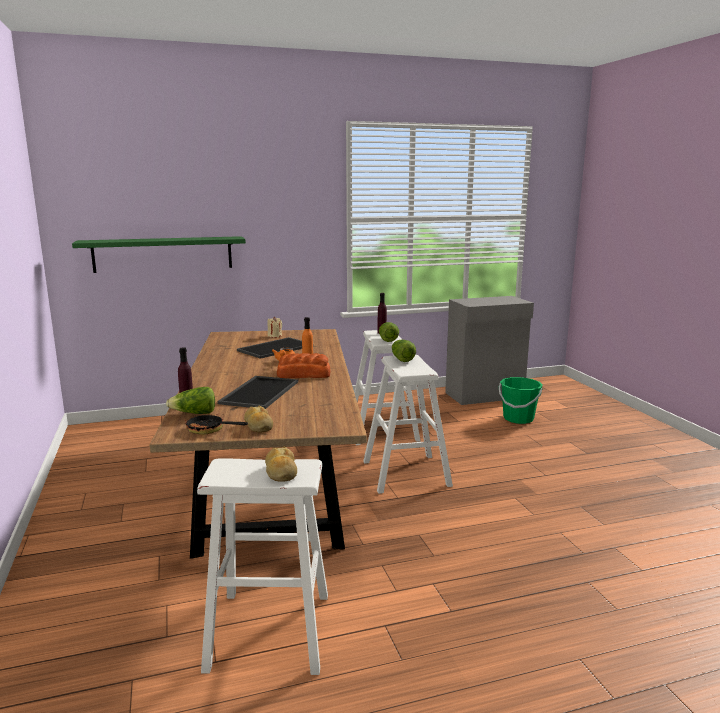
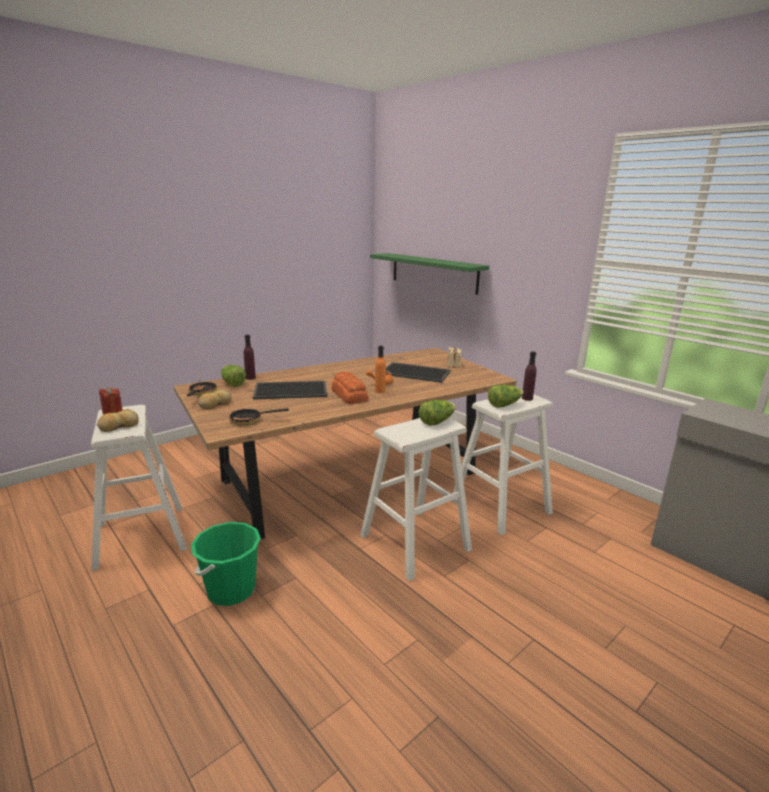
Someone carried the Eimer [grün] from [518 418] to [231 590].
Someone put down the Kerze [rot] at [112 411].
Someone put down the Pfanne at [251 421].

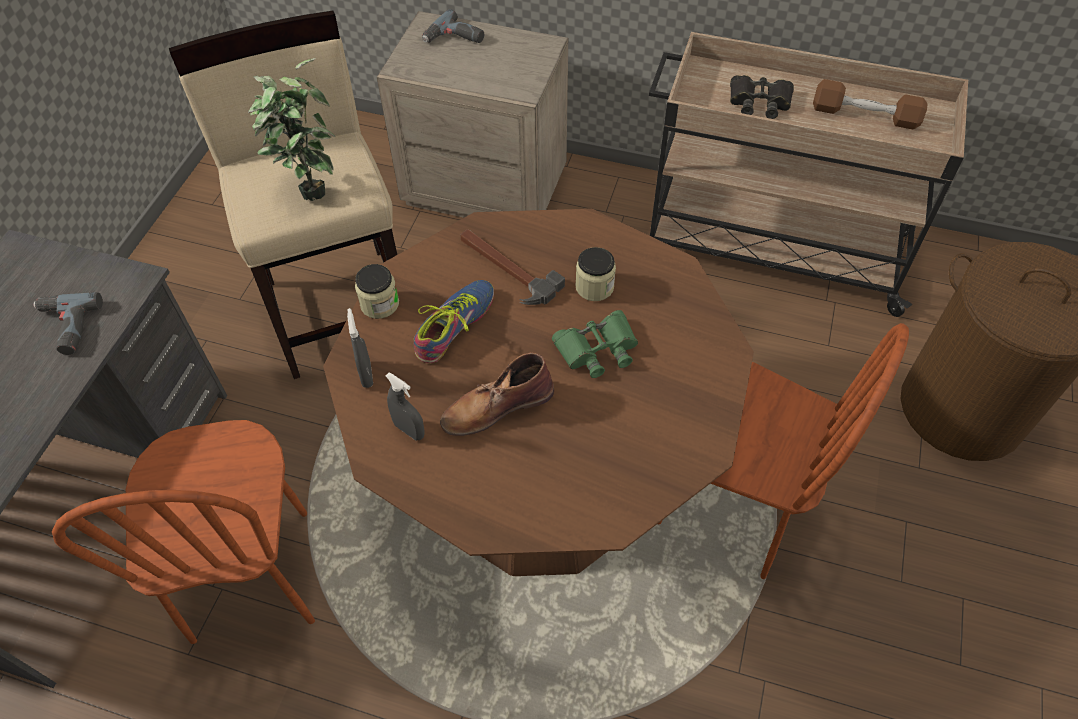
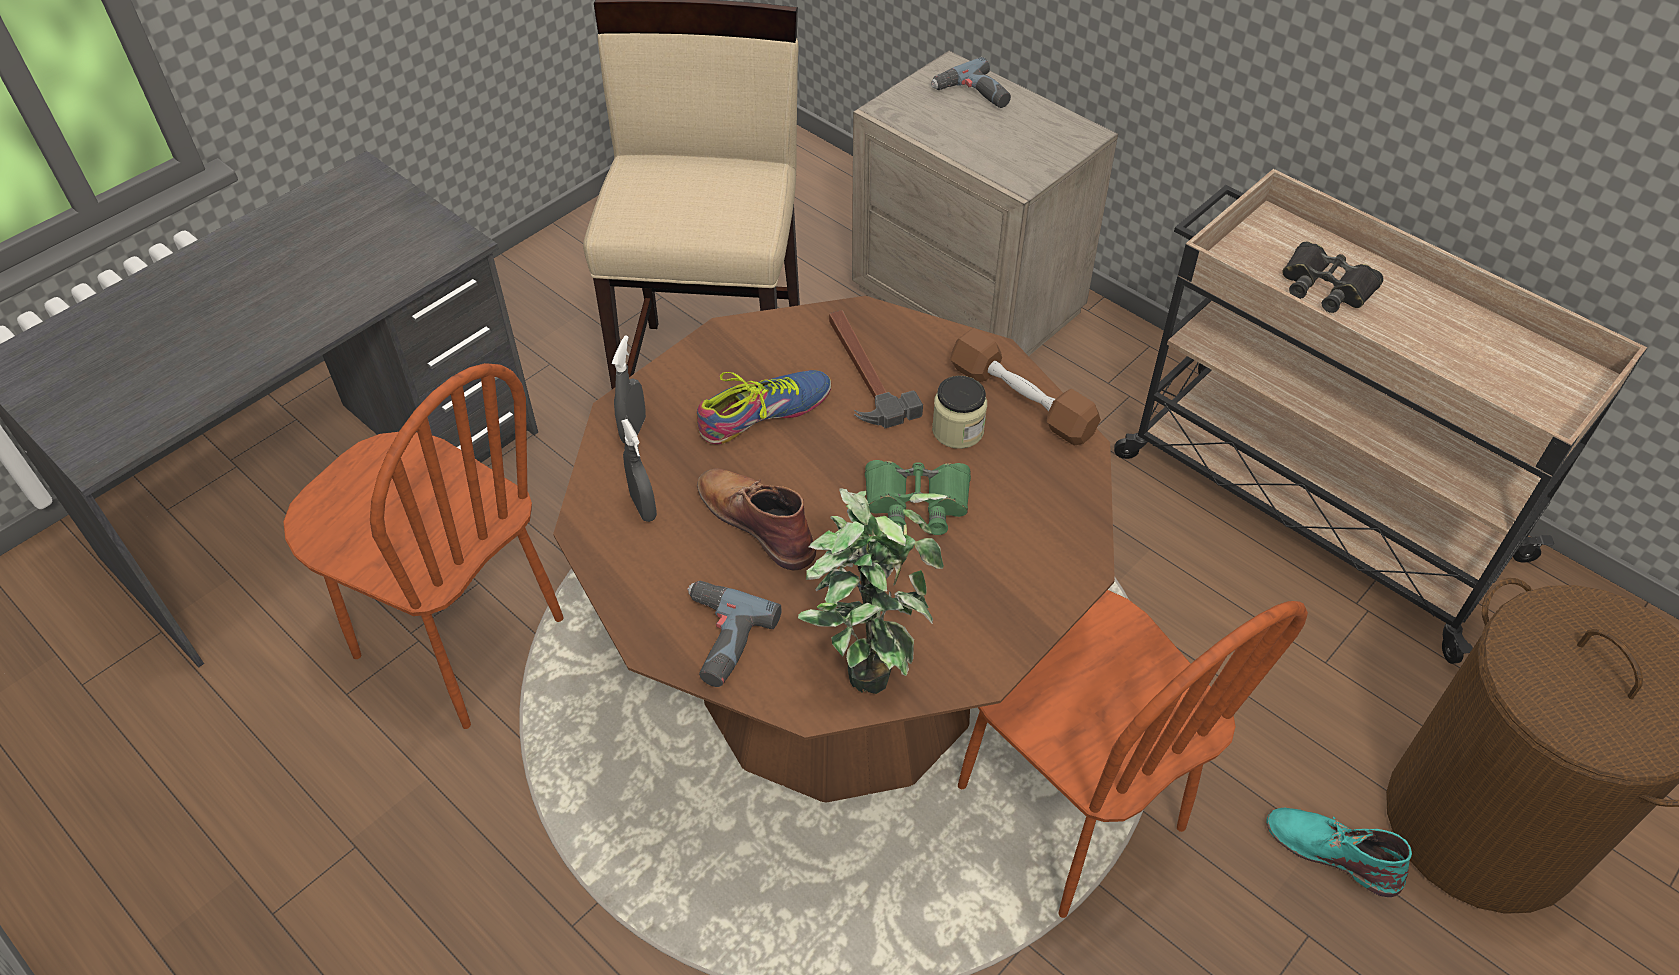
Someone carried the Topfpflanze from [309 185] to [868 657].
Someone carried the Hantel [braun] from [865 115] to [1021 401].
Someone took away the Vorratsglas at [379 304].
Someone carried the Bohrmaschine from [64 328] to [717 639].
Someone rotated the Stiefel [braun] at [496 406] by 45 degrees clockwise.
Someone rotated the Stuhl [braun] at [252 575] by 75 degrees counterclockwise.
Someone put down the Stiefel [türkis] at [1332 851].

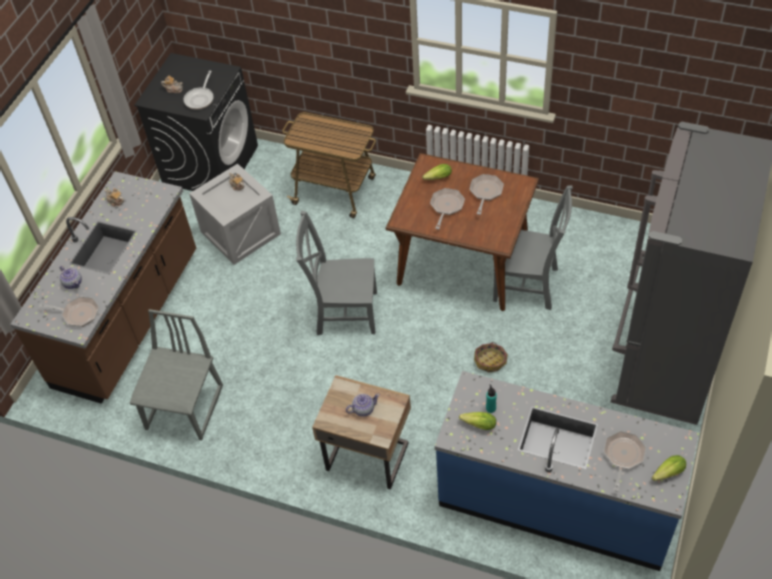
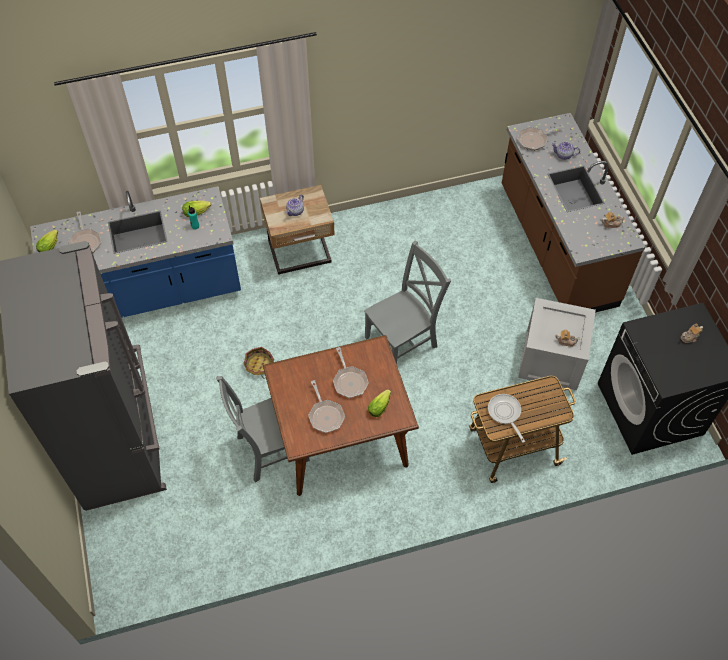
Someone carried the Pfanne from [200 98] to [505 413].
Someone took away the Stuhl [grau] at [185 408].

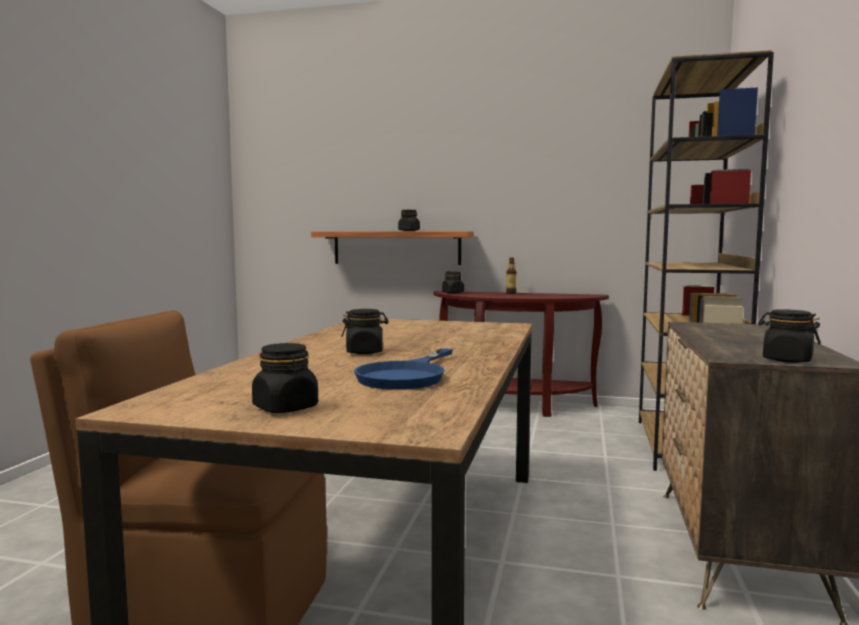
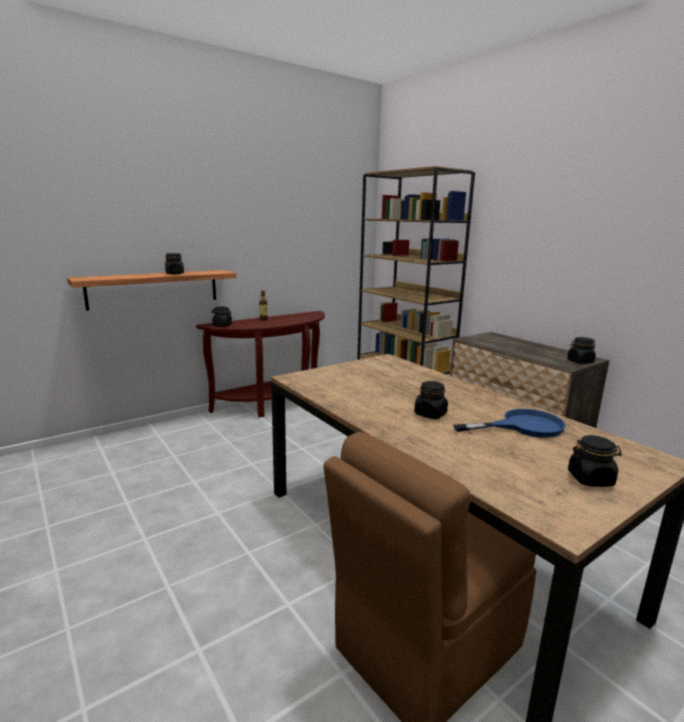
Someone rotated the Pfanne [blau] at [407 375] by 75 degrees counterclockwise.

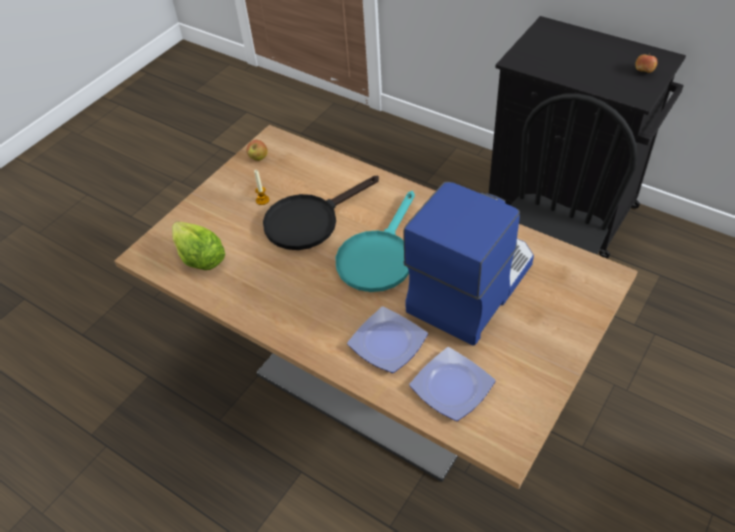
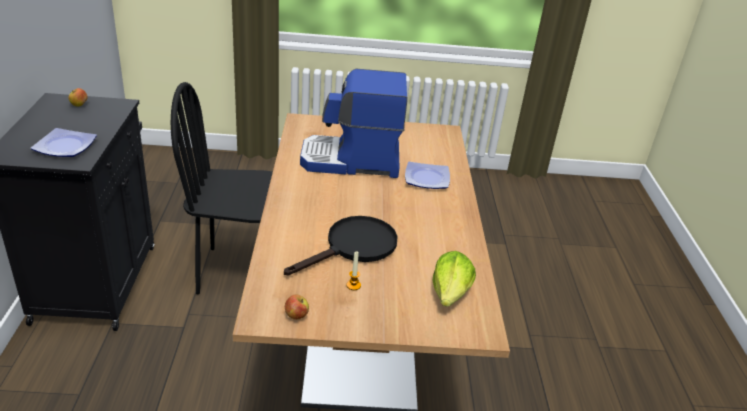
Someone rotated the Pfanne [schwarz] at [310 220] by 60 degrees counterclockwise.
Someone took away the Pfanne [türkis] at [378 256].
Someone carried the Teller from [450 387] to [65 147].

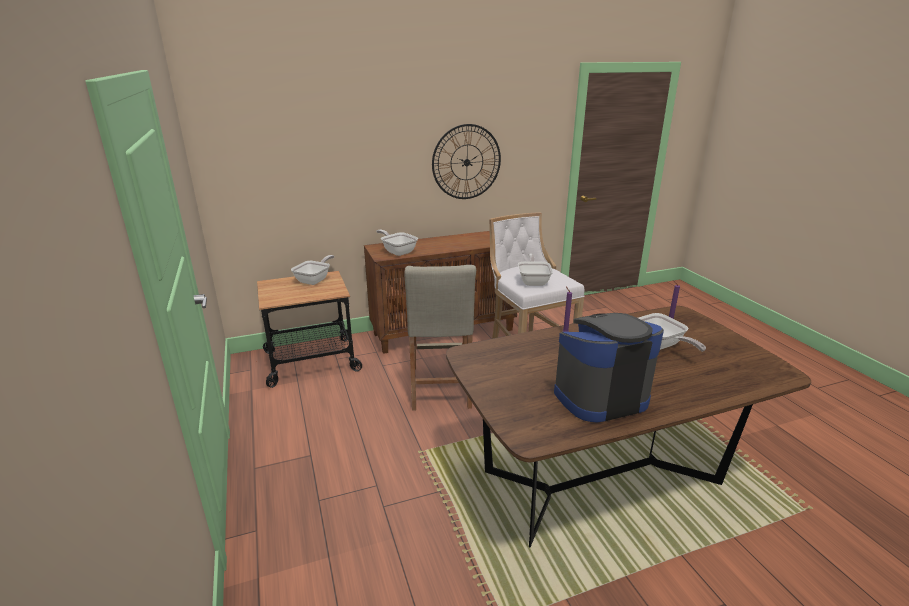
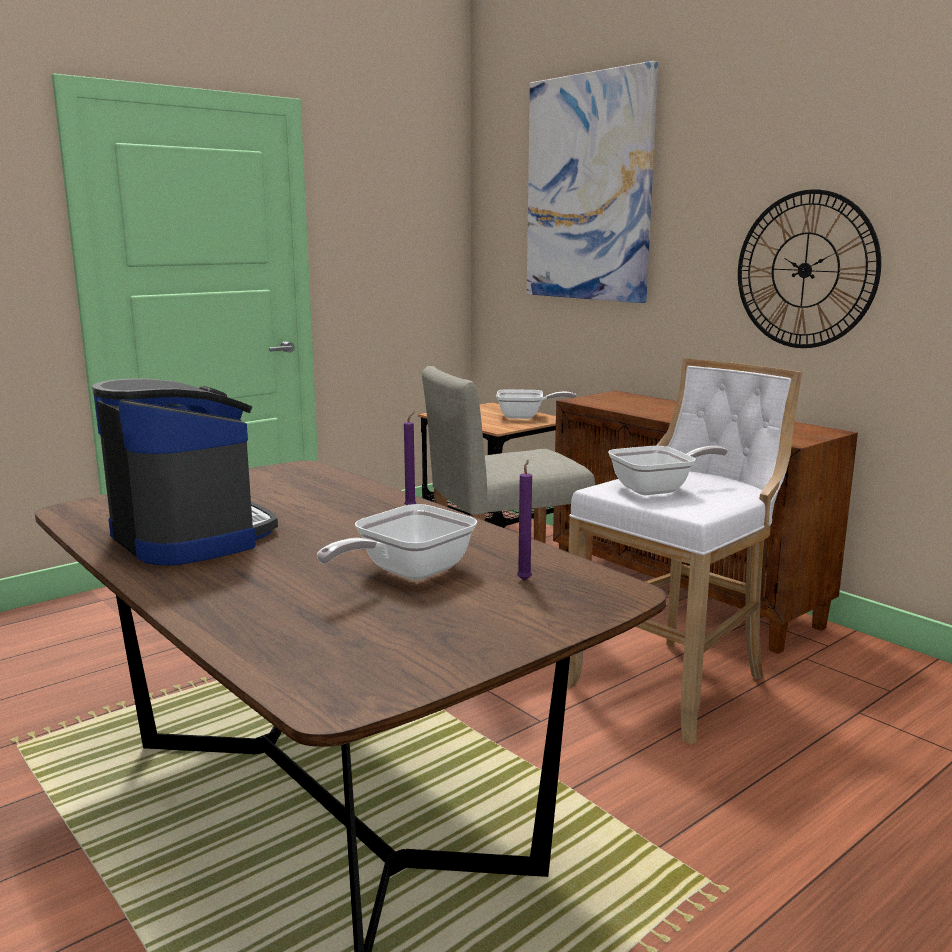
Someone took away the Pfanne at [397 251].
Someone put up the Bild at [589 189].

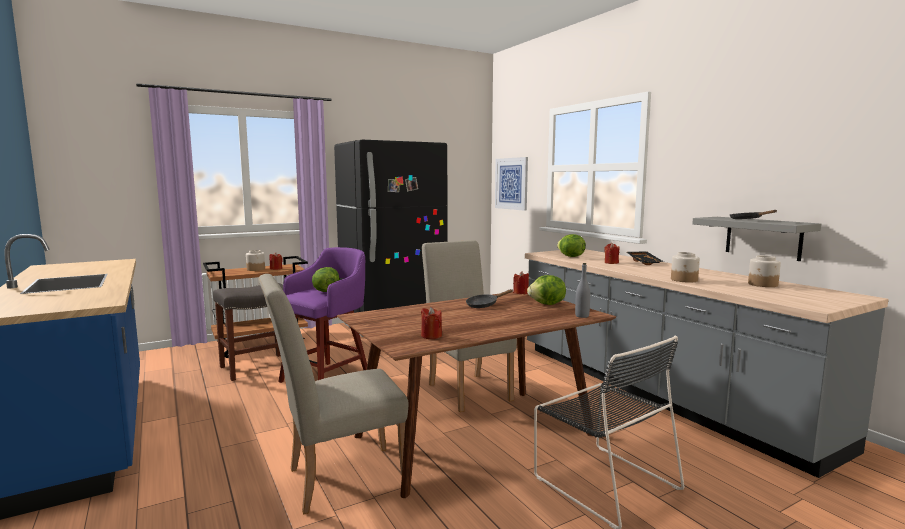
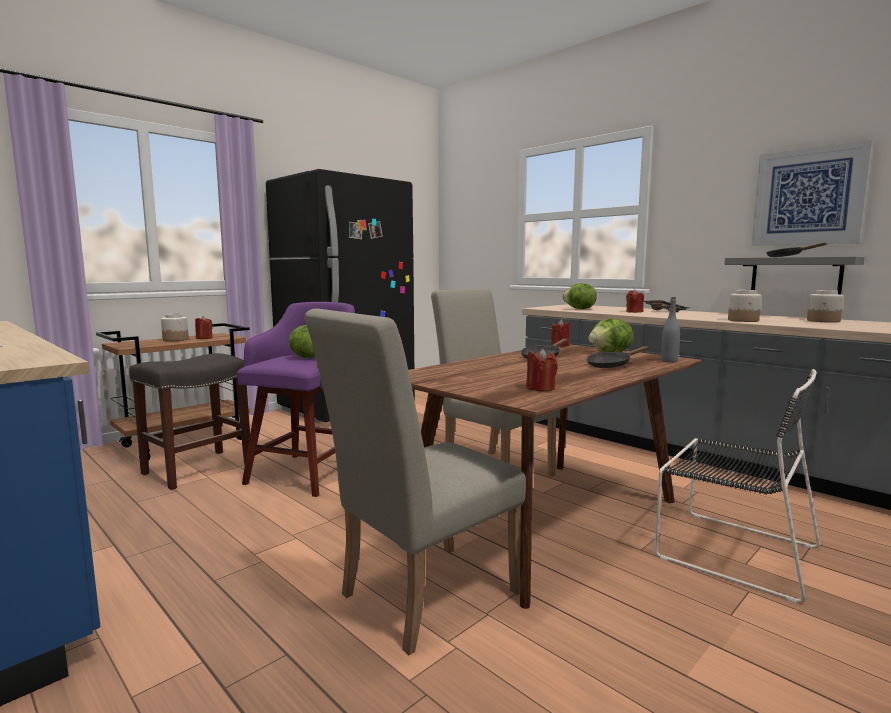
Someone carried the Bild from [511 183] to [808 197].
Someone put down the Pfanne [schwarz] at [612 365].

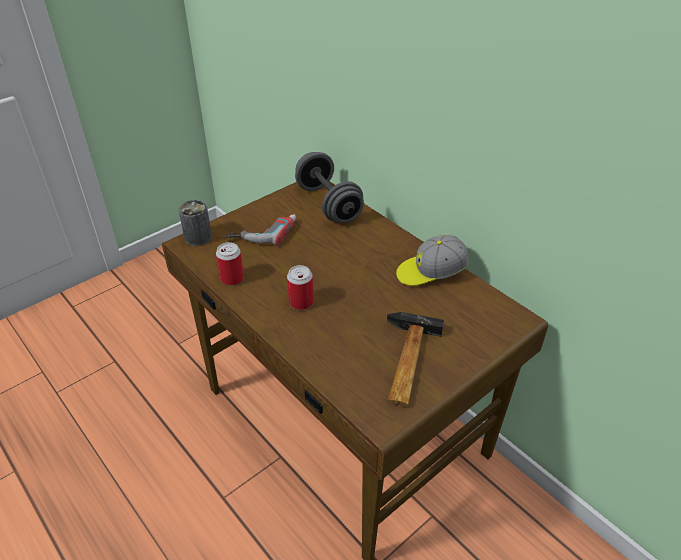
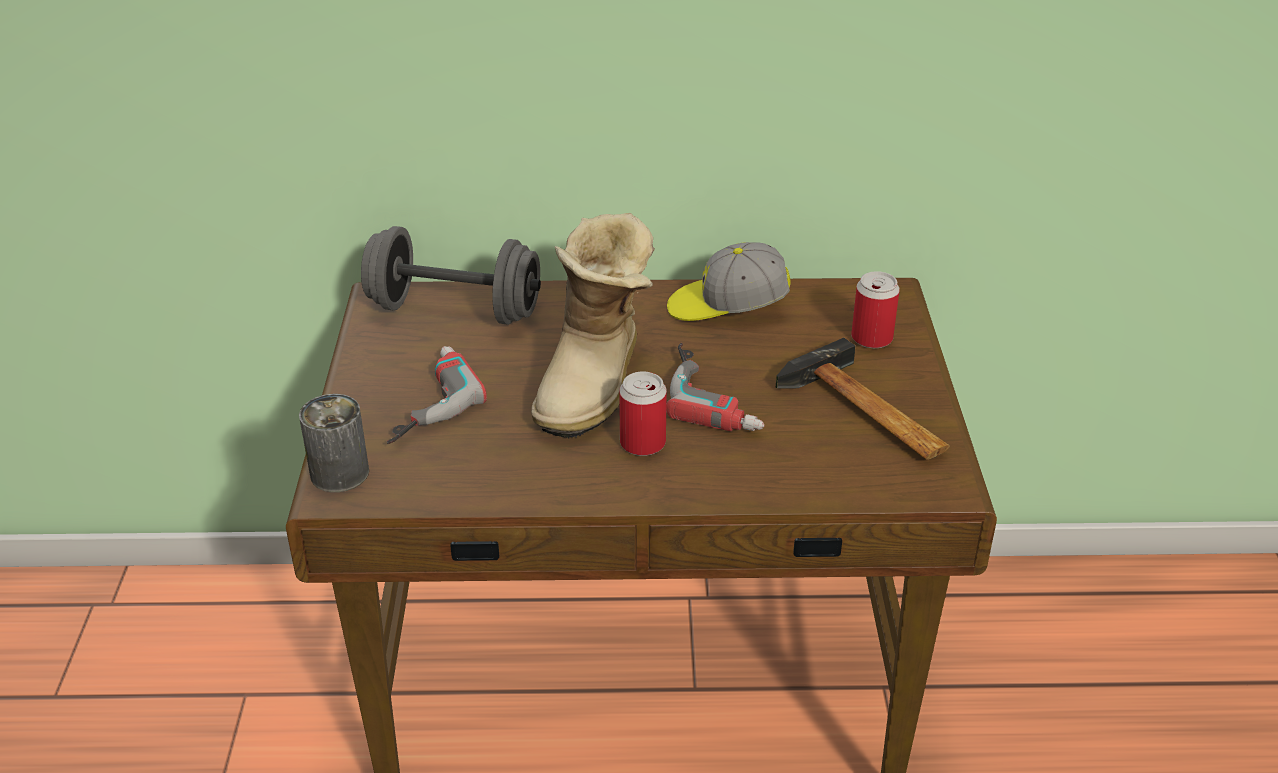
Someone rotated the Kappe at [431 273] by 60 degrees clockwise.
Someone carried the Dose from [232 278] to [871 338].
Someone put down the Stiefel at [597 382].
Someone put down the Bohrmaschine at [718 395].

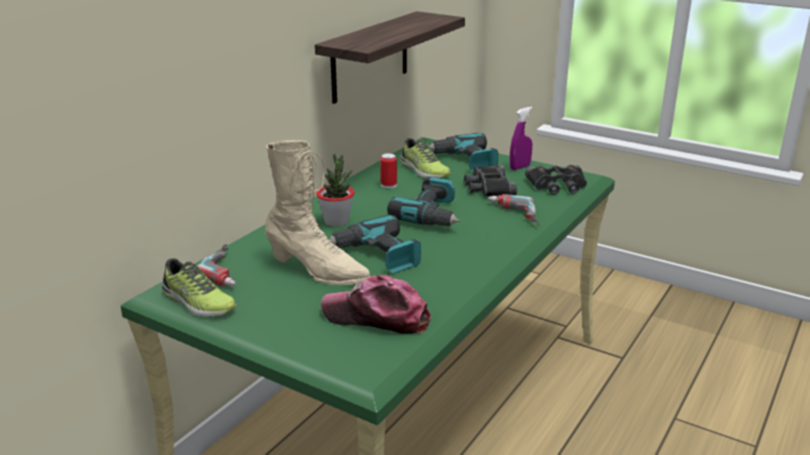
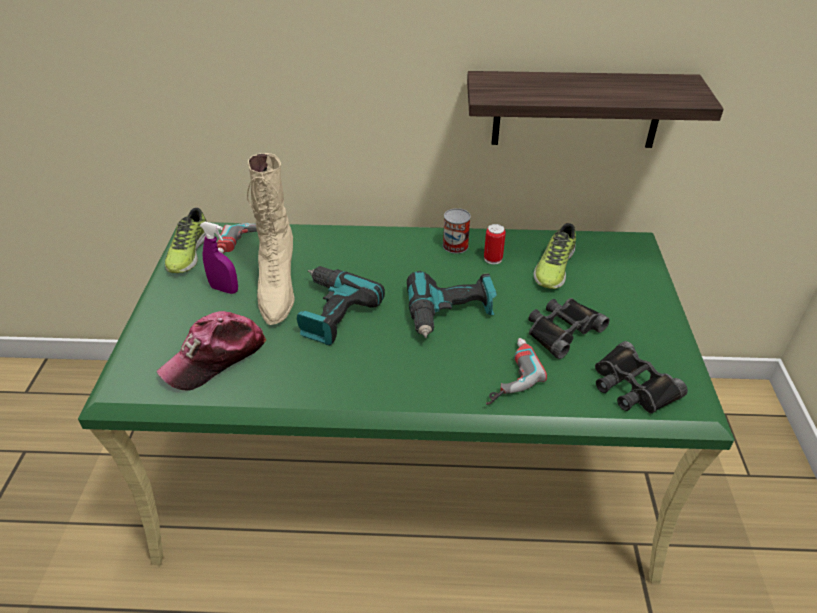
Someone carried the Sprühflasche [lila] from [520 167] to [224 289].
Someone took away the Bohrmaschine at [465 162].
Someone took away the Topfpflanze at [336 222].
Someone rotated the Kappe at [377 317] by 120 degrees counterclockwise.
Someone put down the Dose at [455 245].

